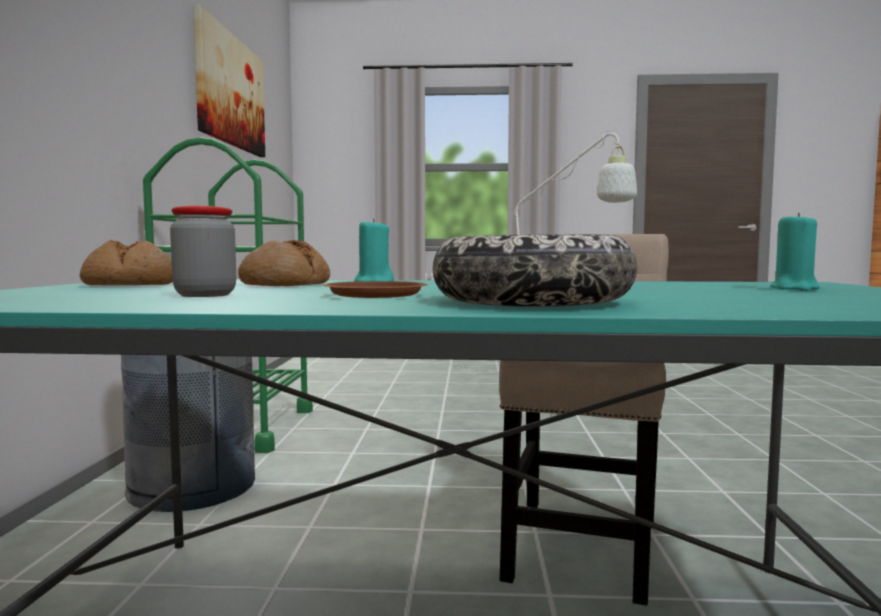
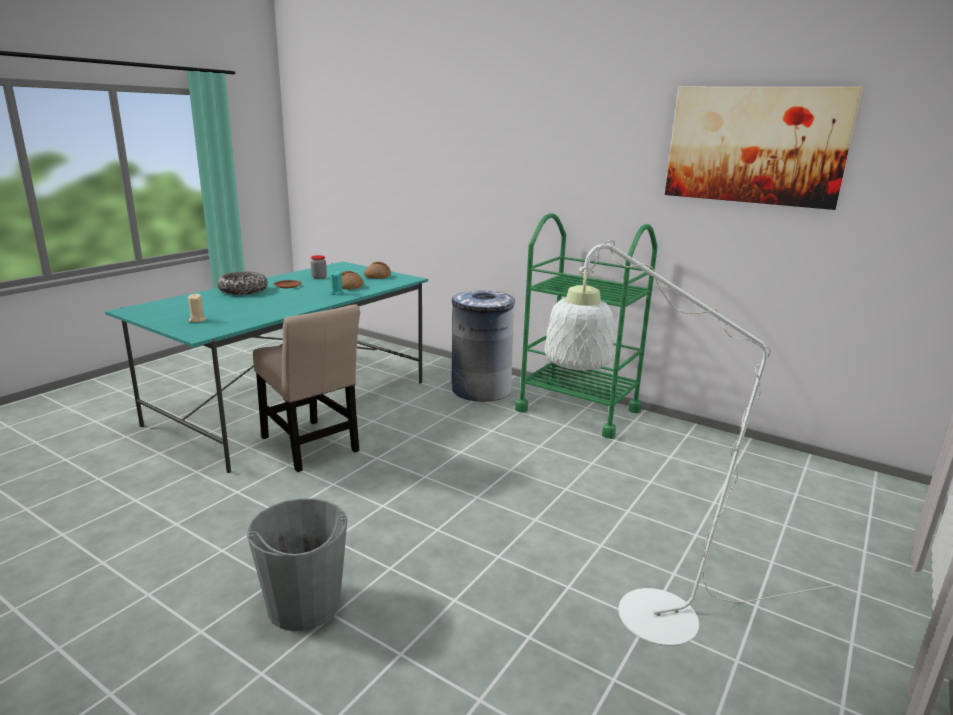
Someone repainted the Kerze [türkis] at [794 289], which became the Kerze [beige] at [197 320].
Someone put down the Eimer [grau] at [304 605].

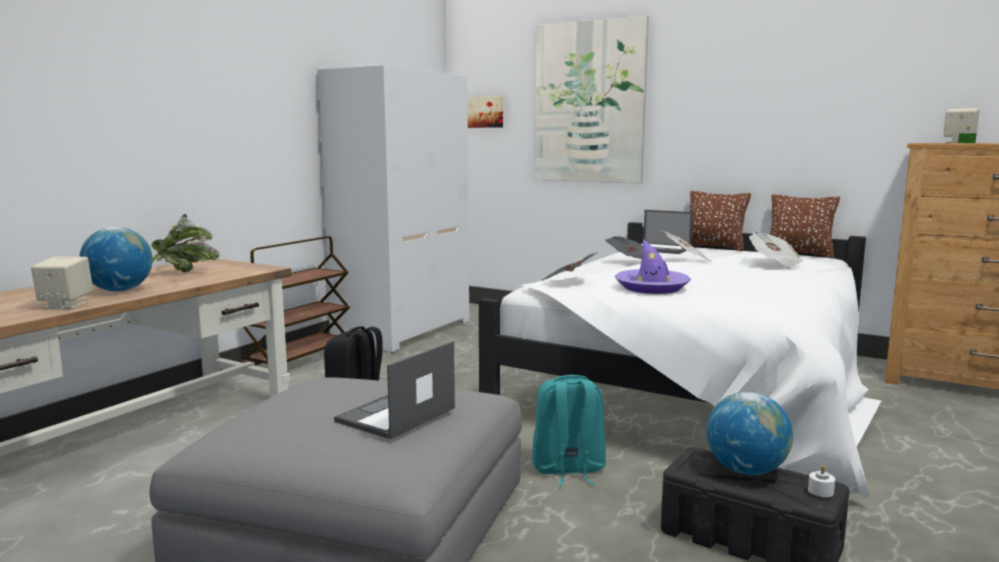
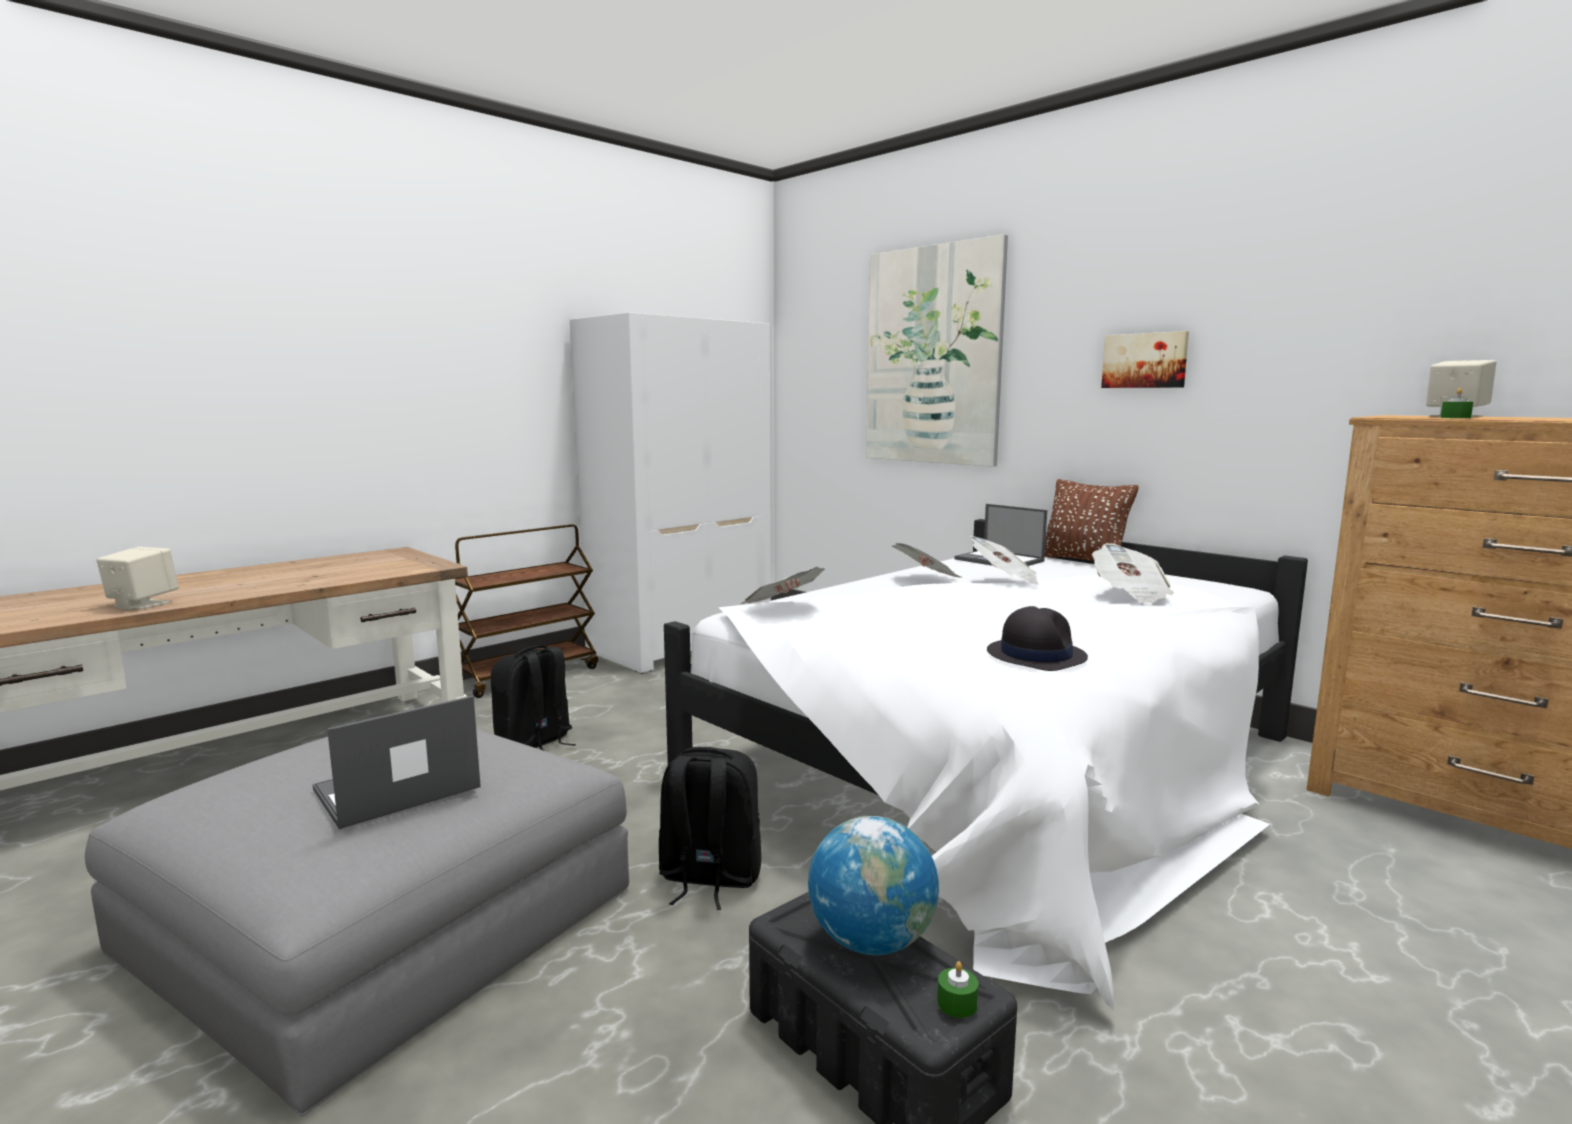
Someone carried the Bild from [483 112] to [1145 360].
Someone took away the Kissen [braun] at [799 254].
Someone took away the Topfpflanze at [183 273].
Someone took away the Globus at [120 290].
Someone took away the Hut [lila] at [652 288].
Someone repainted the Rucksack [türkis] at [568 469], which became the Rucksack [schwarz] at [709 878].
Someone repainted the Kerze [weiß] at [820 491], which became the Kerze [grün] at [957 1003].
Someone put down the Hut [schwarz] at [1035 655].

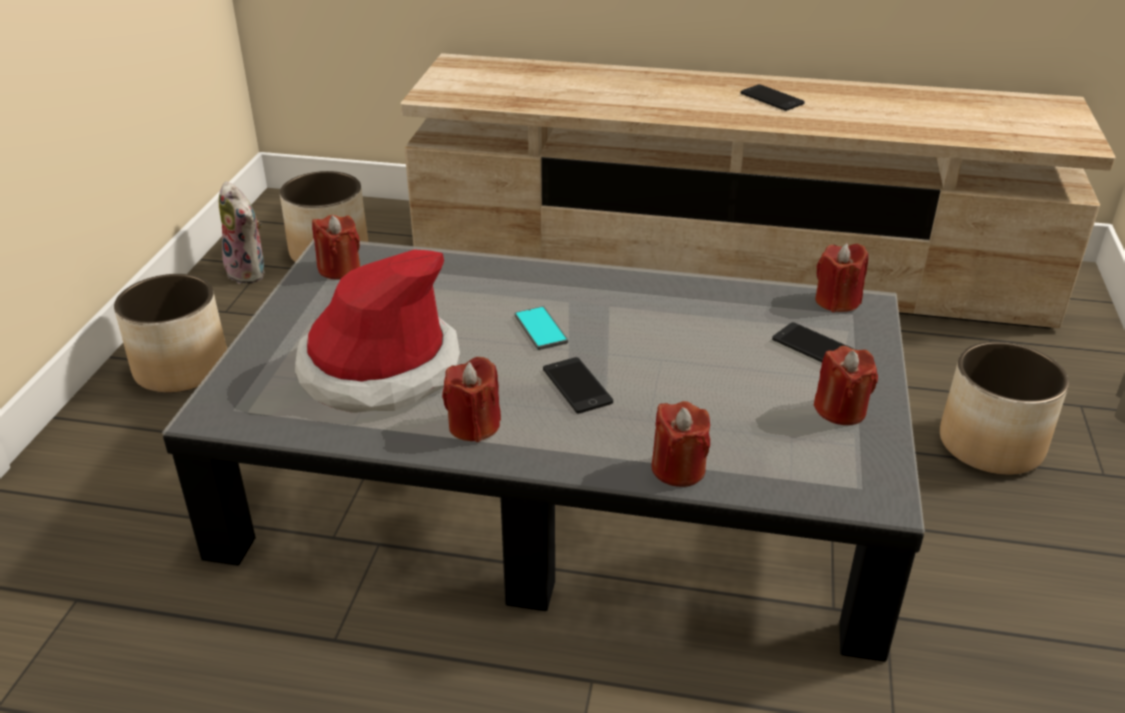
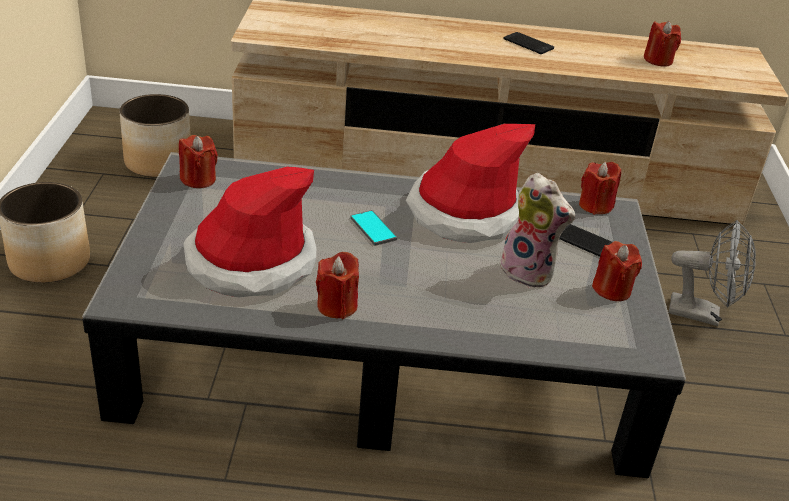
Someone carried the Plüschtier from [250 272] to [529 272].
Someone swapped the Pflanzkübel at [990 444] for the Ventilator [grau] at [702 314].
Someone took away the Handy at [577 386].
Someone carried the Kerze [rot] from [678 469] to [658 60].
Someone put down the Hut at [464 213].

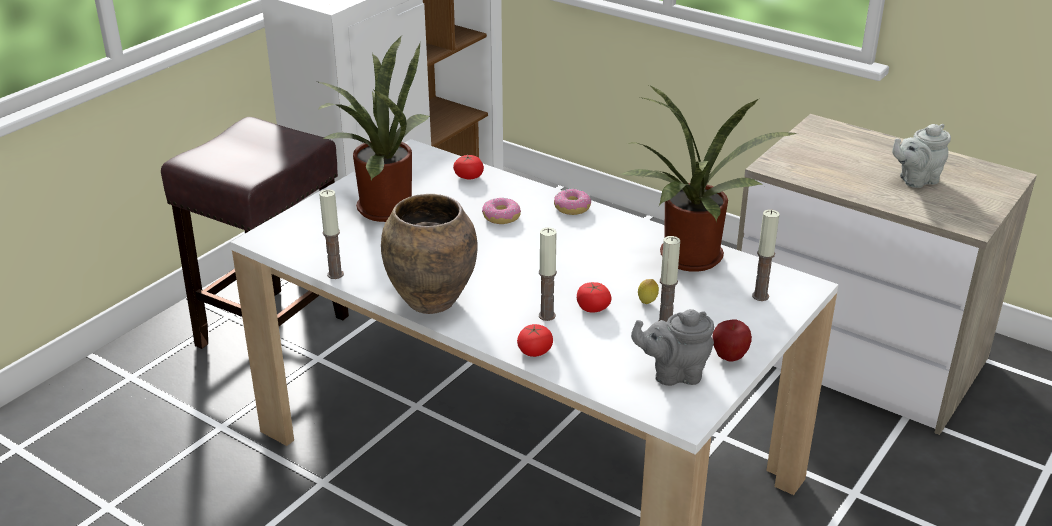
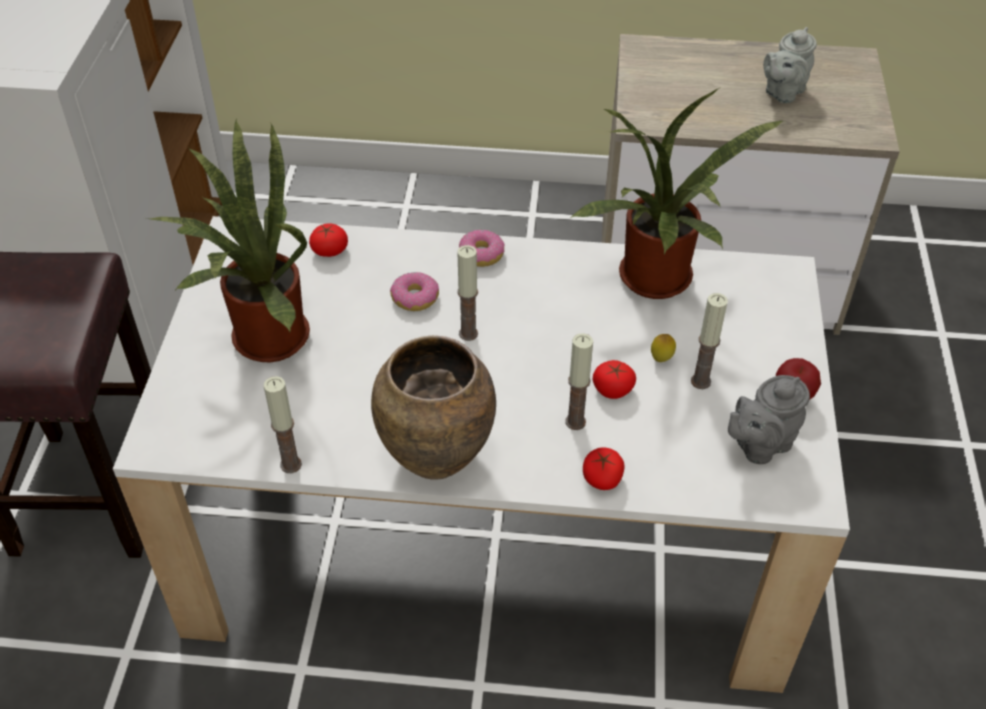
Someone carried the Kerze from [760 296] to [468 333].

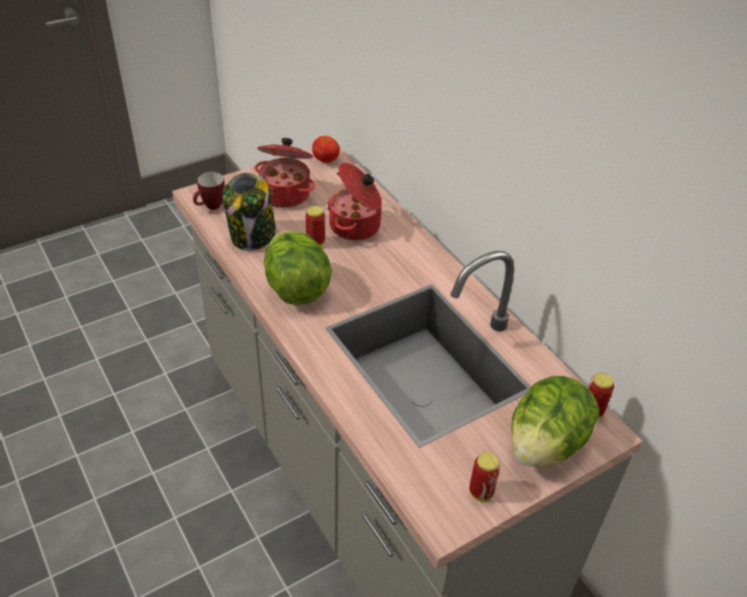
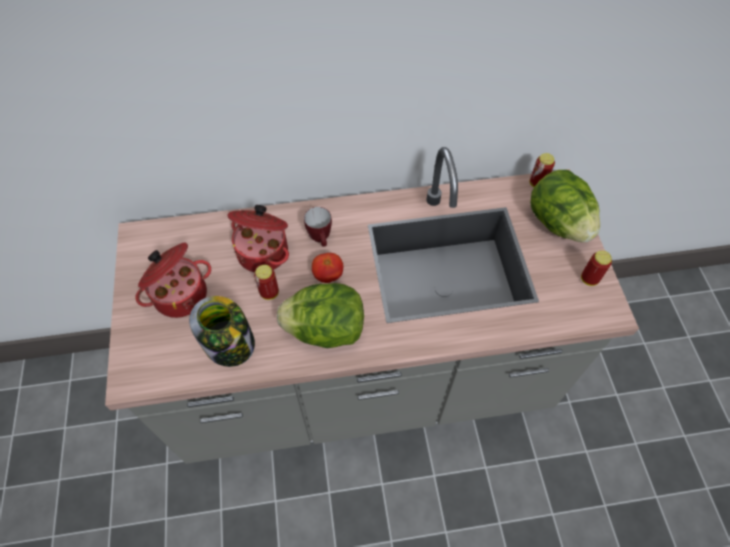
Someone carried the Tomate from [326 160] to [328 275].
Someone carried the Henkelbecher from [210 207] to [321 240].

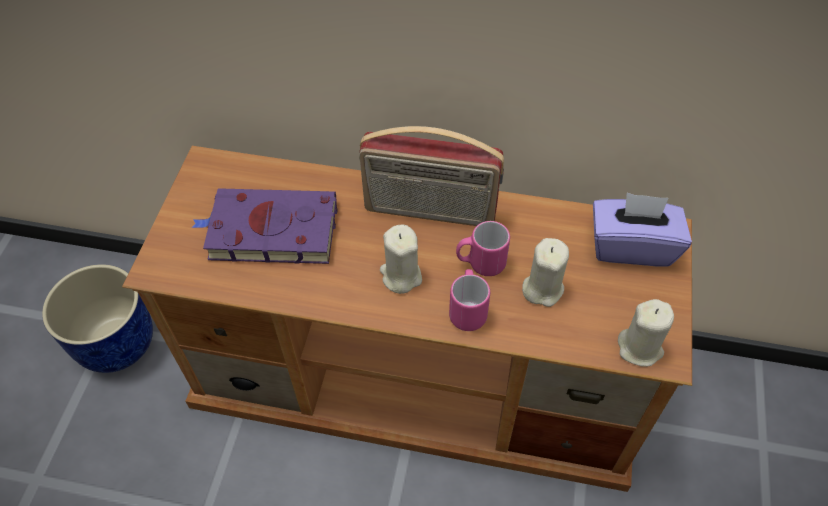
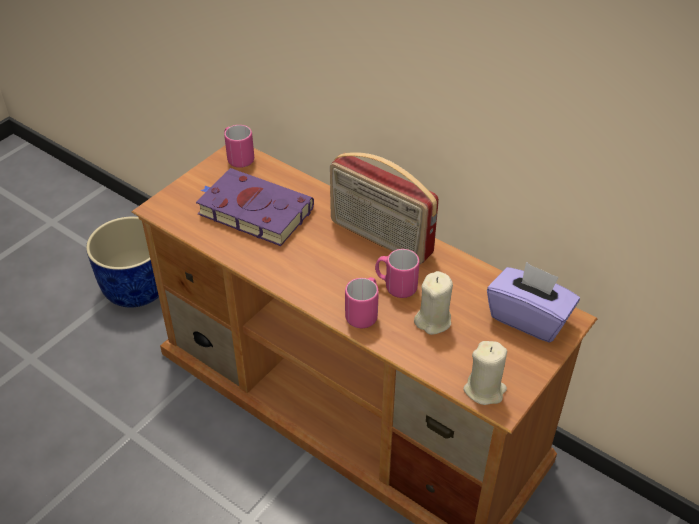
Someone took away the Kerze [beige] at [401 276].
Someone put down the Henkelbecher [rosa] at [238 158].

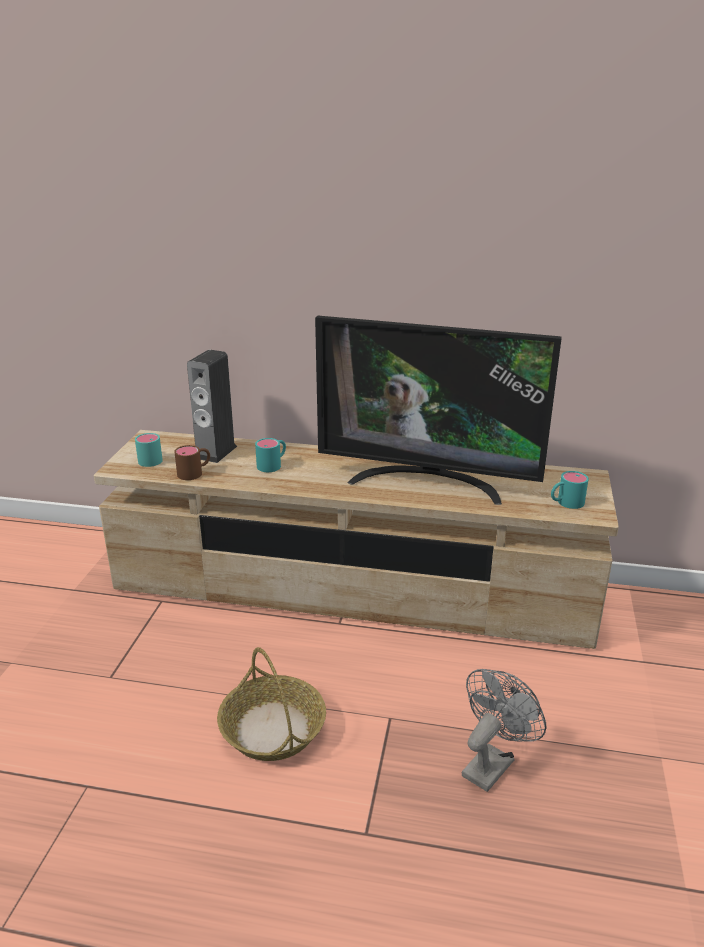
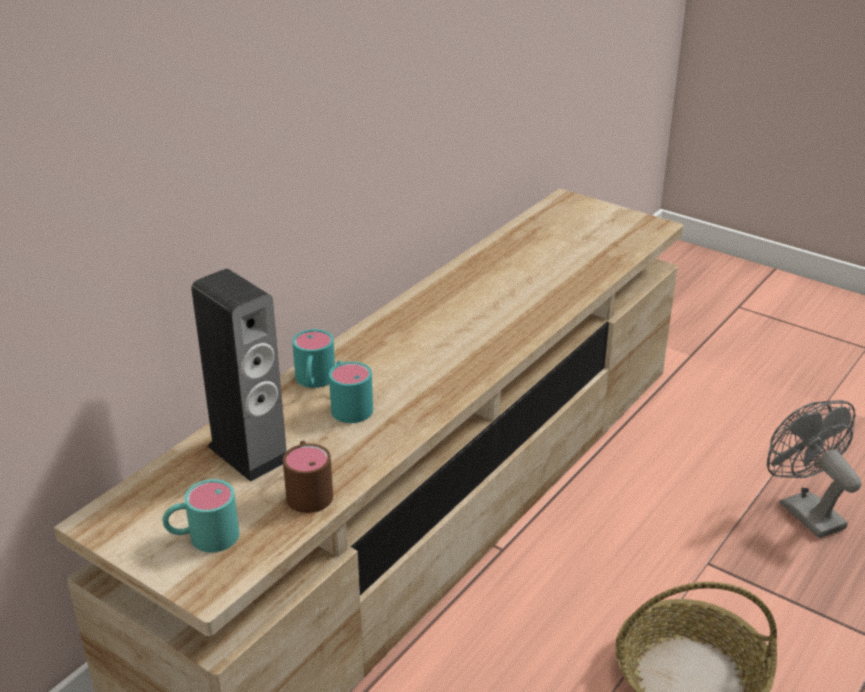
Someone took away the Fernseher at [428 481].
Someone carried the Henkelbecher [türkis] from [565 503] to [314 382].

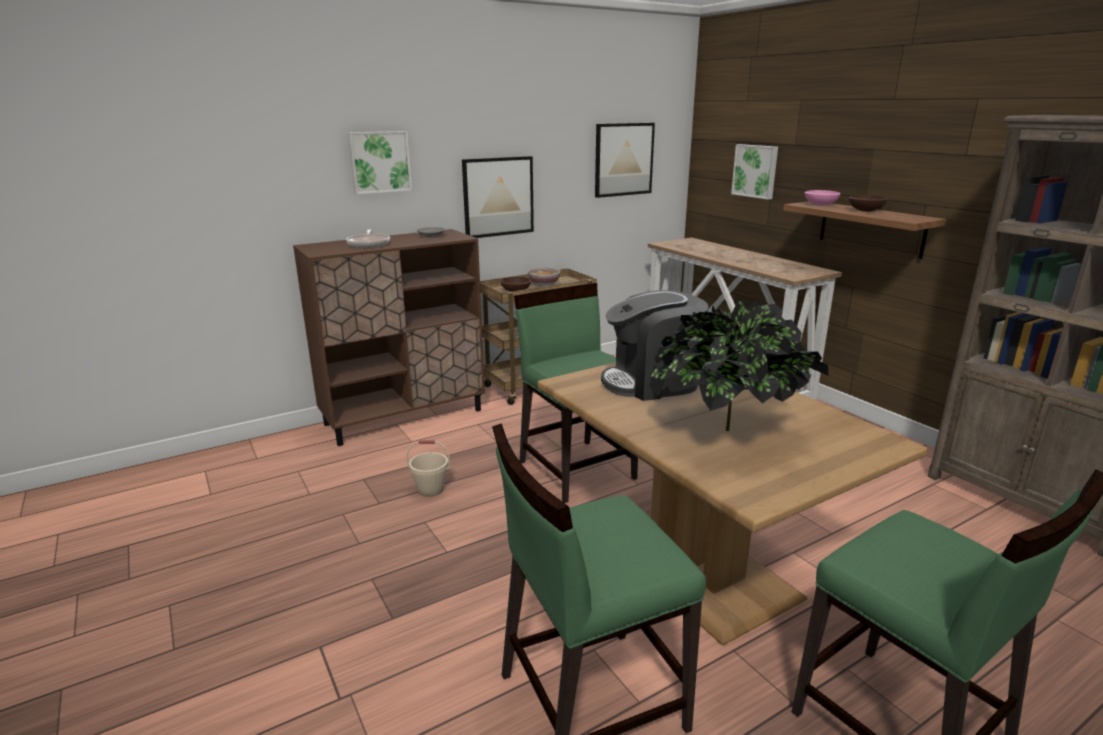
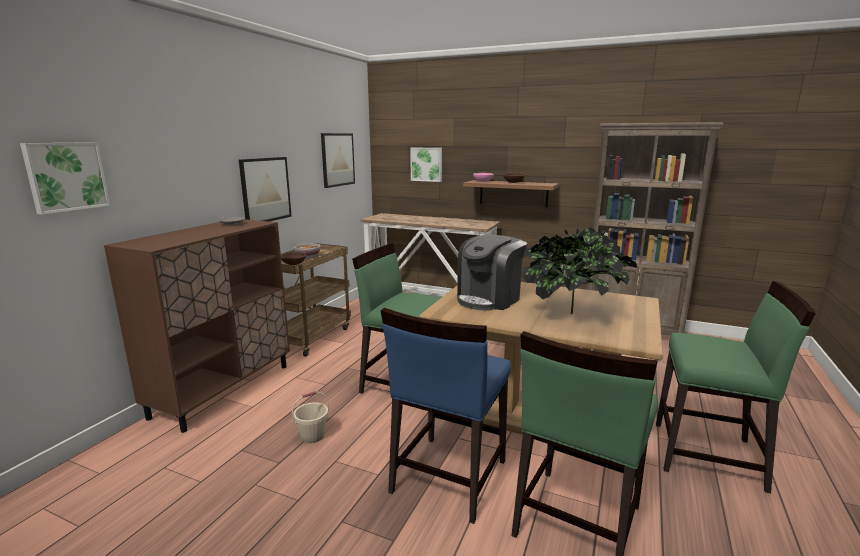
Someone carried the Bild from [379 162] to [66 176].
Someone took away the Pfanne at [369 244].
Someone put down the Stuhl [blau] at [447 476].

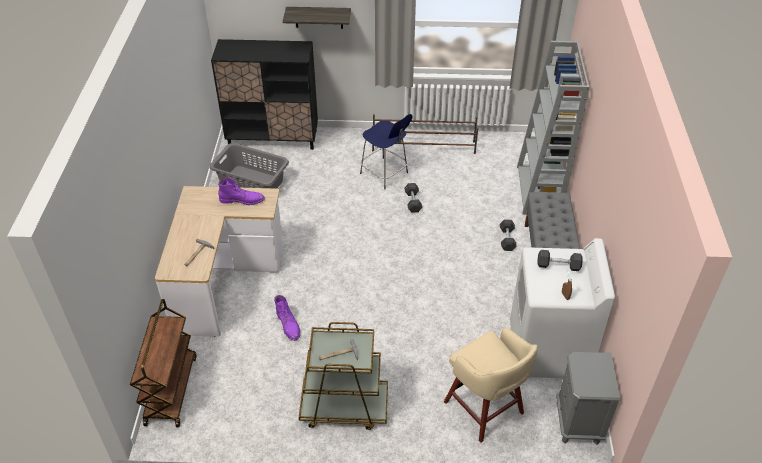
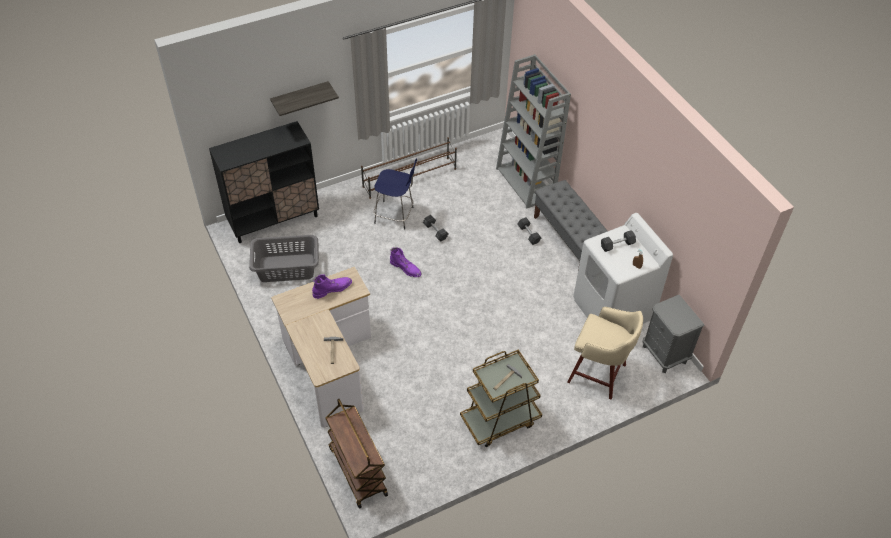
Someone carried the Stiefel [lila] from [289 325] to [406 268].

